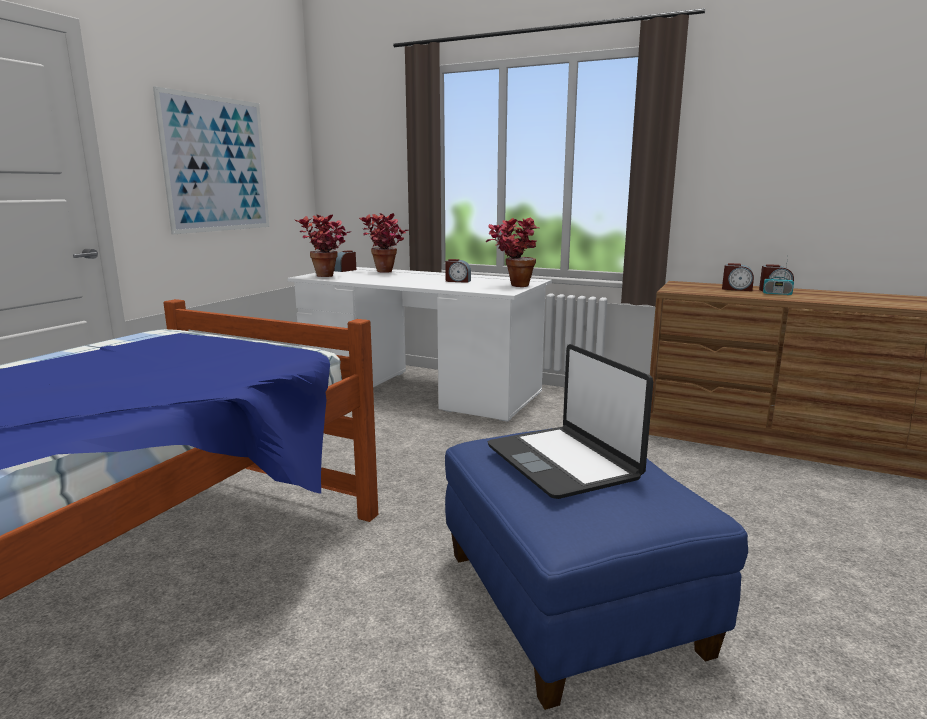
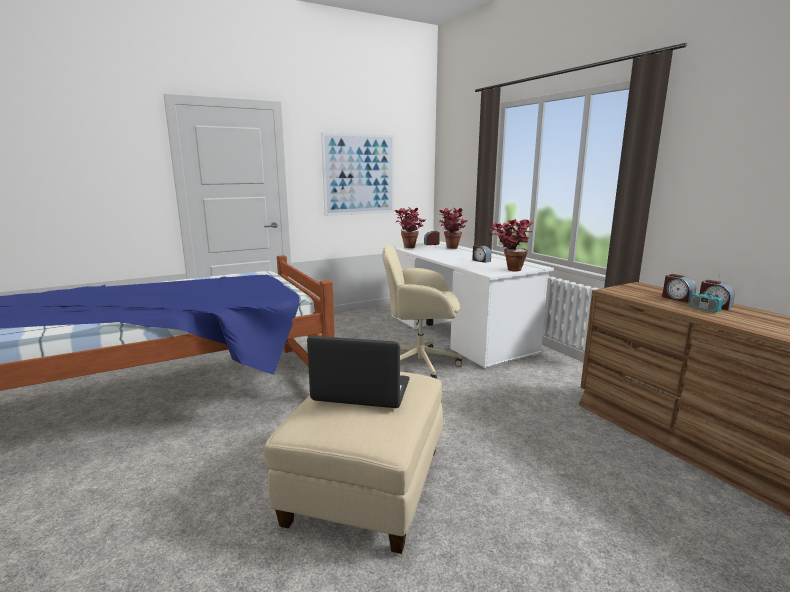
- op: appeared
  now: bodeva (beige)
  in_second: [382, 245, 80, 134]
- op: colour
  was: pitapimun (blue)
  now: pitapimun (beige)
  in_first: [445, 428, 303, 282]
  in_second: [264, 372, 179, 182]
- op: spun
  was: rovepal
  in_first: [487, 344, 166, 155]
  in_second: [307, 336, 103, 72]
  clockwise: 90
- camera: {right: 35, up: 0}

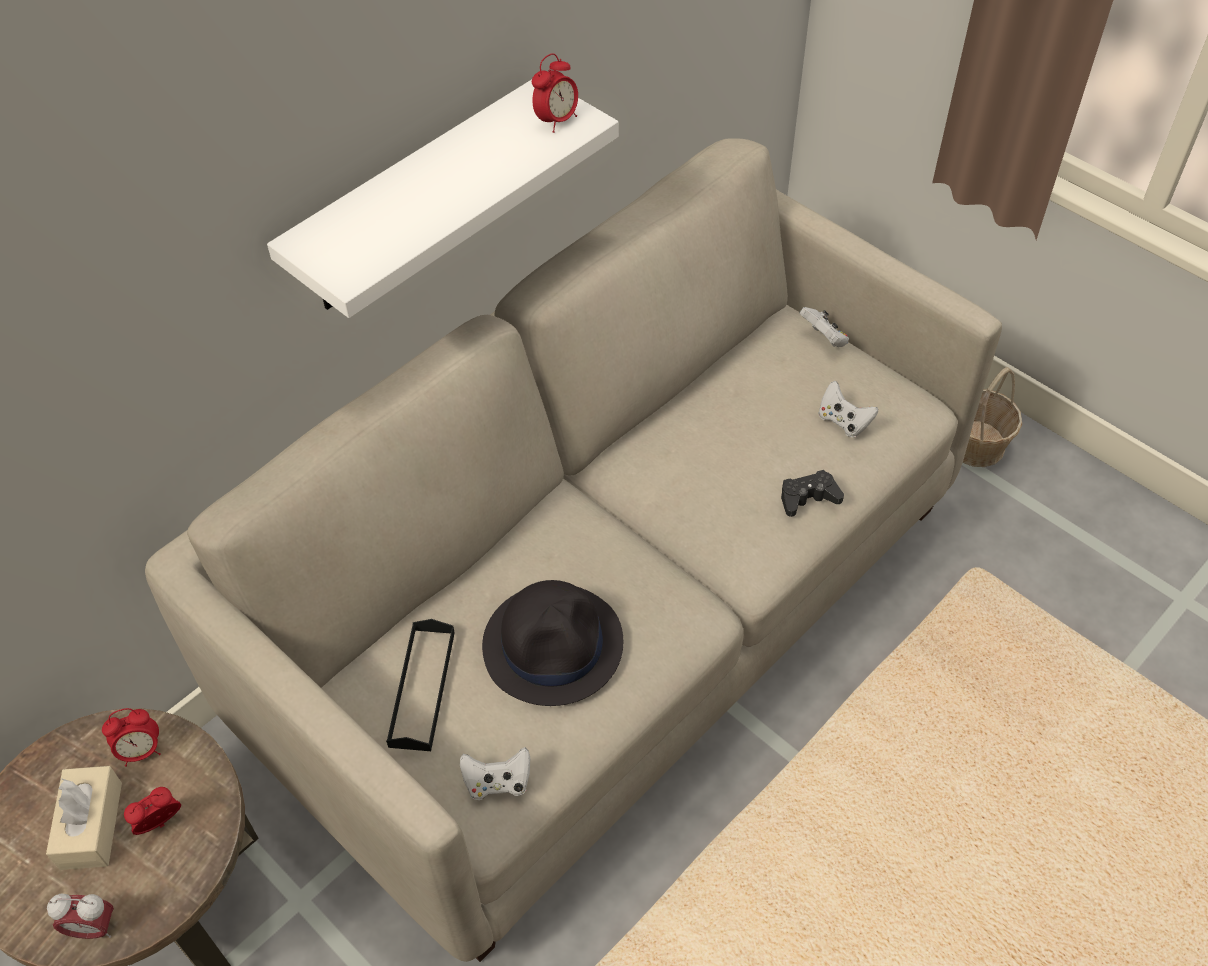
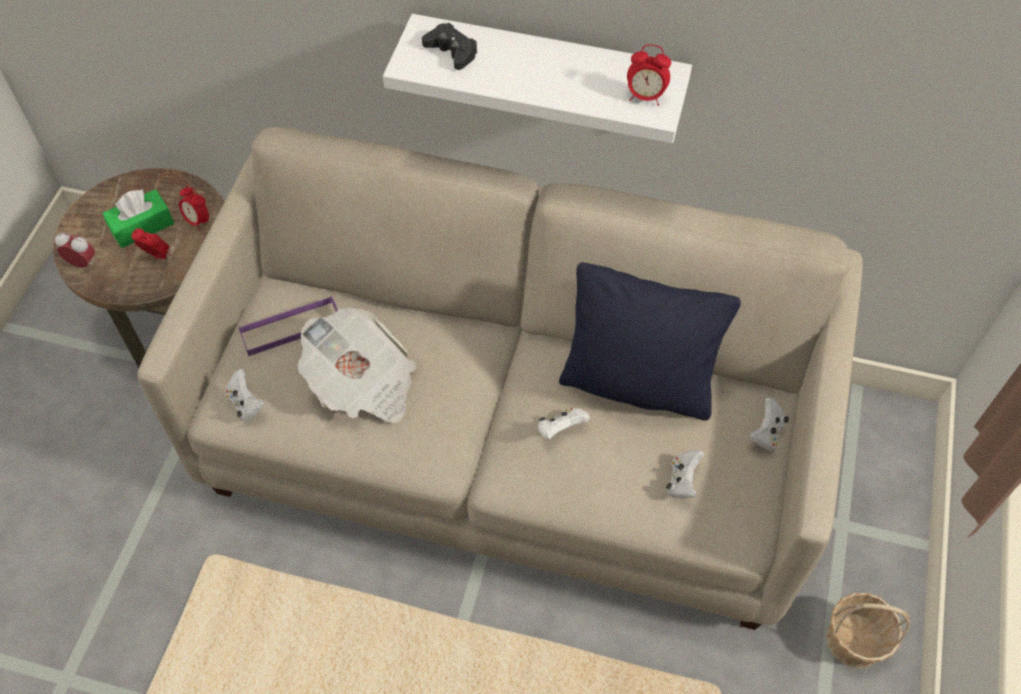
- op: appeared
  now: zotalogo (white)
  in_second: [538, 408, 52, 31]
- op: appeared
  now: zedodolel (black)
  in_second: [559, 262, 182, 159]
- op: relocated
  was: zotalogo (black)
  in_first: [781, 470, 63, 47]
  in_second: [422, 23, 56, 47]
- op: exchanged
  was: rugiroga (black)
  now: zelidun
  in_first: [482, 580, 141, 126]
  in_second: [297, 308, 119, 116]
- op: colour
  was: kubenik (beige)
  now: kubenik (green)
  in_first: [46, 766, 76, 104]
  in_second: [102, 189, 72, 59]
- op: colour
  was: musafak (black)
  now: musafak (purple)
  in_first: [386, 619, 69, 132]
  in_second: [238, 296, 100, 60]
- op: spun
  was: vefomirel
  in_first: [47, 894, 67, 45]
  in_second: [55, 233, 42, 35]
  clockwise: 135
- camera: {right: 60, up: 5}

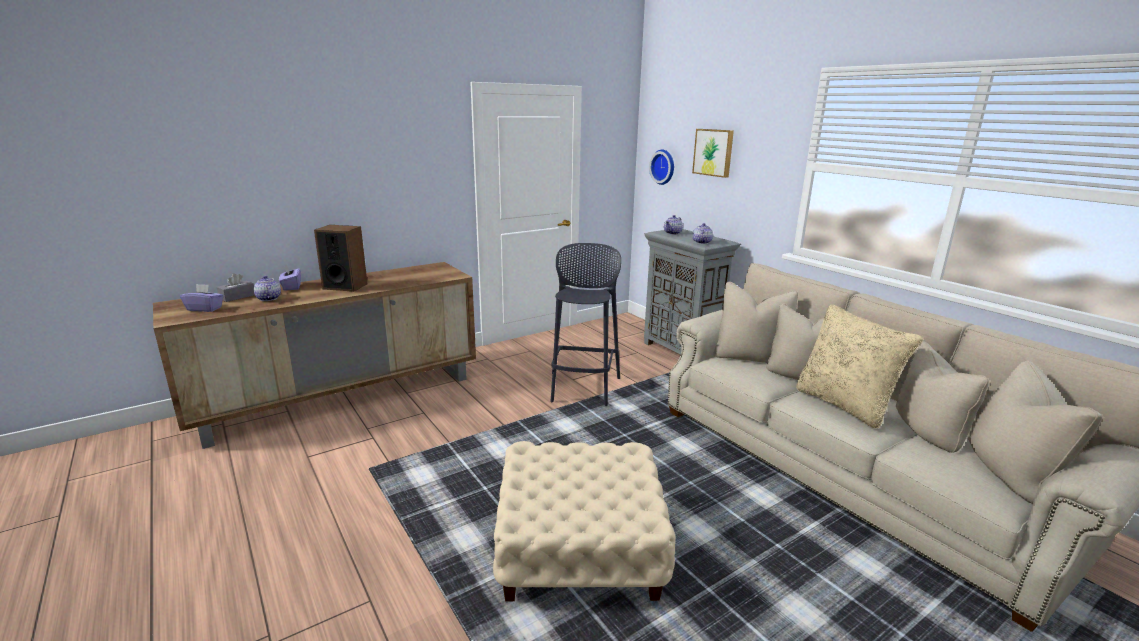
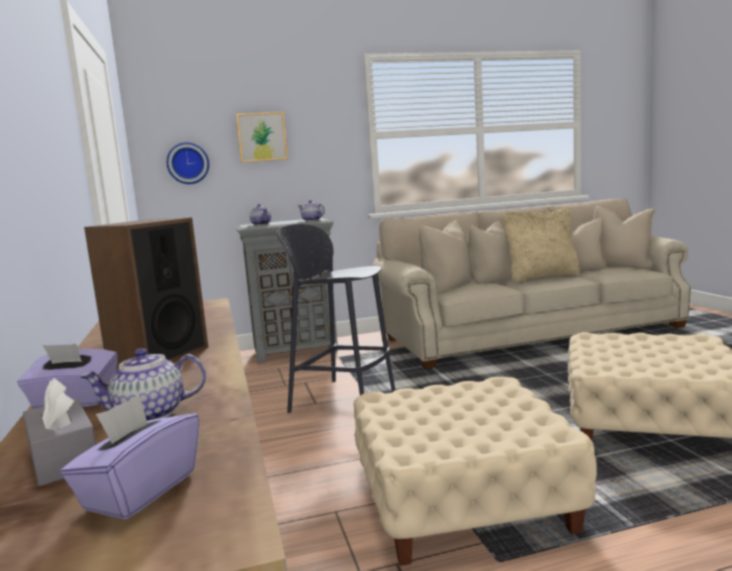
- op: appeared
  now: pitapimun (beige)
  in_second: [354, 377, 243, 189]
- camera: {right: -70, up: -10}

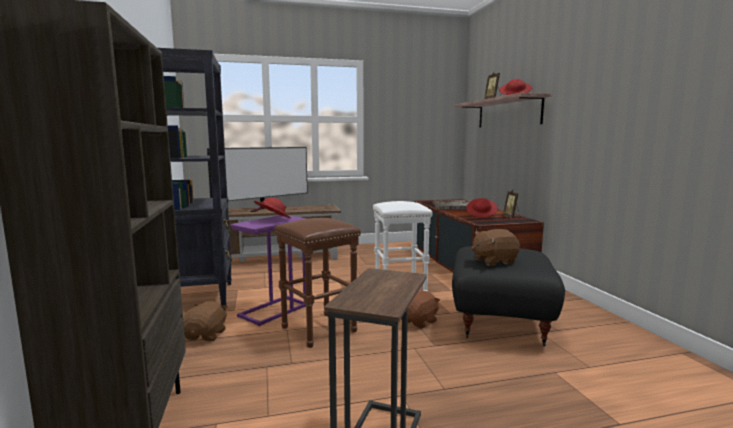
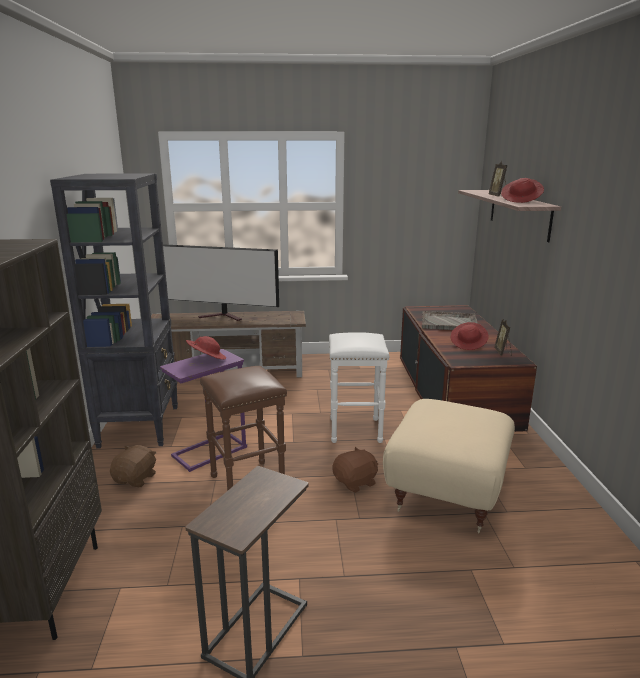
- op: missing
  was: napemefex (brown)
  in_first: [471, 229, 49, 37]
- op: colour
  was: pitapimun (black)
  now: pitapimun (beige)
  in_first: [452, 246, 113, 101]
  in_second: [383, 399, 132, 134]
- op: spun
  was: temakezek
  in_first: [207, 147, 101, 65]
  in_second: [163, 244, 116, 77]
  clockwise: 45
- camera: {right: 10, up: 10}

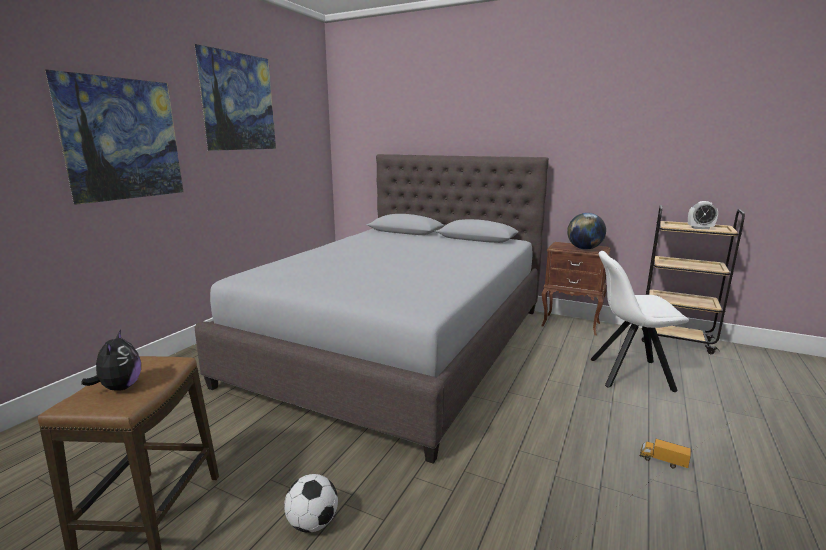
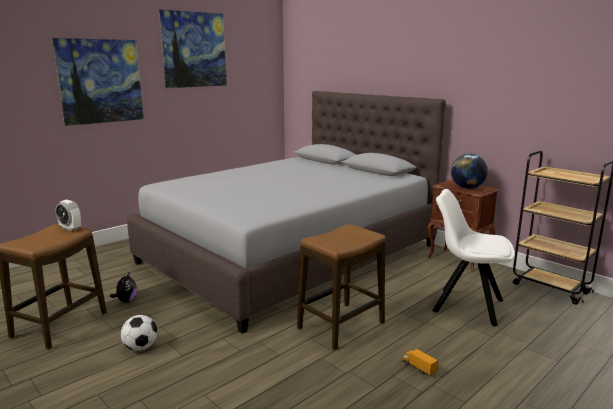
- op: appeared
  now: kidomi
  in_second: [297, 224, 88, 126]
- op: relocated
  was: napemefex
  in_first: [81, 329, 60, 62]
  in_second: [110, 271, 27, 32]
- op: relocated
  was: vefomirel
  in_first: [688, 201, 30, 28]
  in_second: [55, 200, 26, 31]
- camera: {right: 20, up: 0}

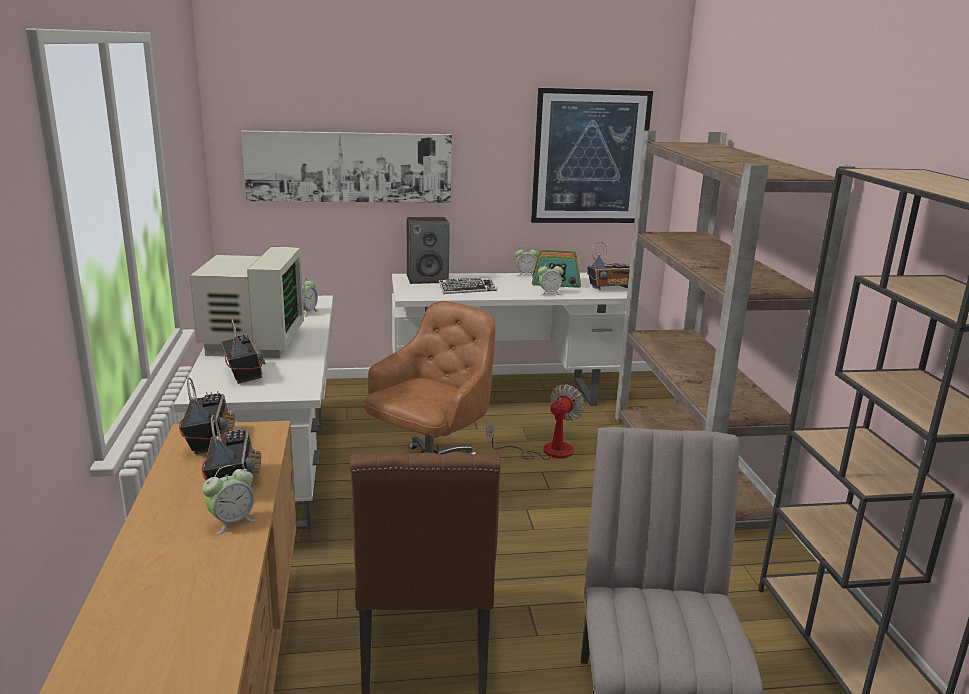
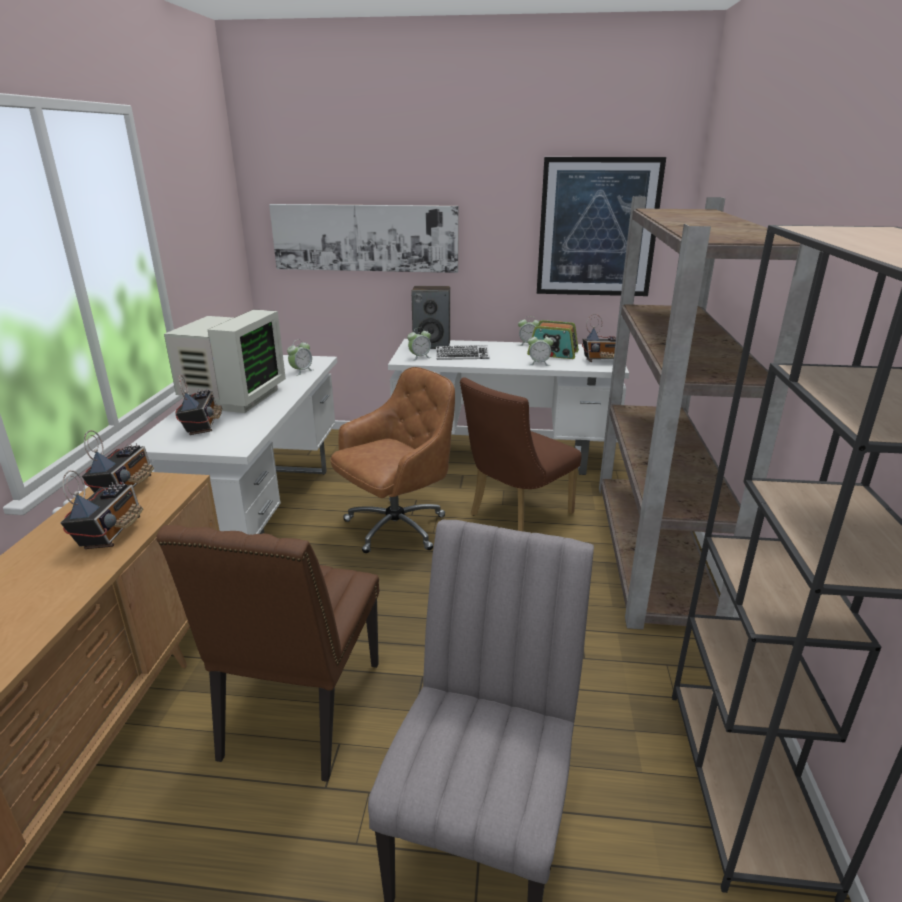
- op: relocated
  was: vefomirel
  in_first: [202, 465, 55, 70]
  in_second: [407, 327, 24, 34]
- op: exchanged
  was: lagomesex
  now: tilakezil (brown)
  in_first: [486, 385, 99, 75]
  in_second: [460, 377, 122, 154]
- camera: {right: 15, up: 5}

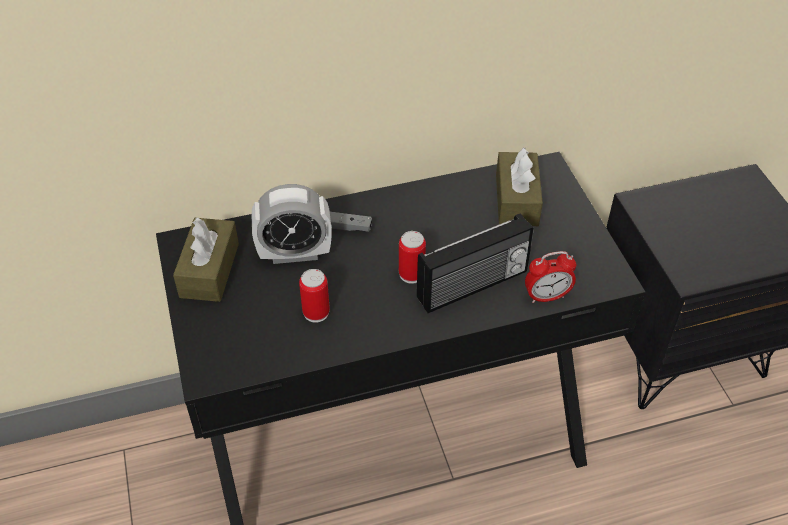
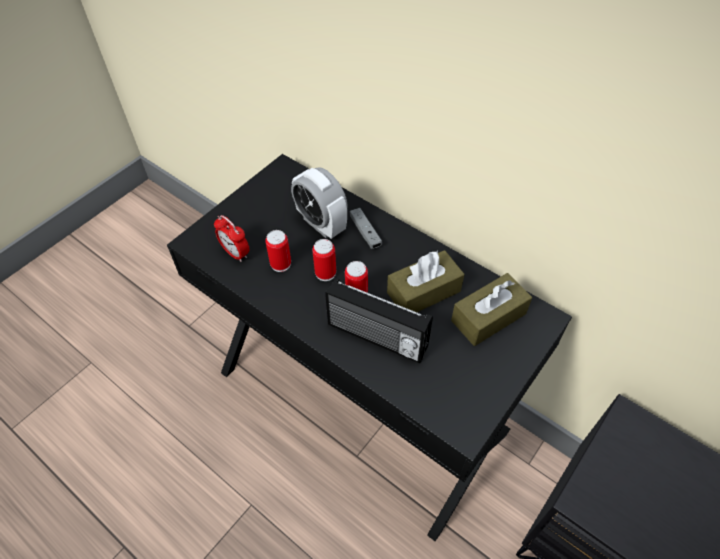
- op: appeared
  now: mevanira
  in_second: [312, 239, 24, 42]
- op: relocated
  was: kubenik (brown)
  in_first: [173, 217, 66, 85]
  in_second: [387, 250, 78, 62]
- op: relocated
  was: vefomirel
  in_first: [525, 251, 51, 52]
  in_second: [214, 215, 35, 47]
- camera: {right: 55, up: 5}

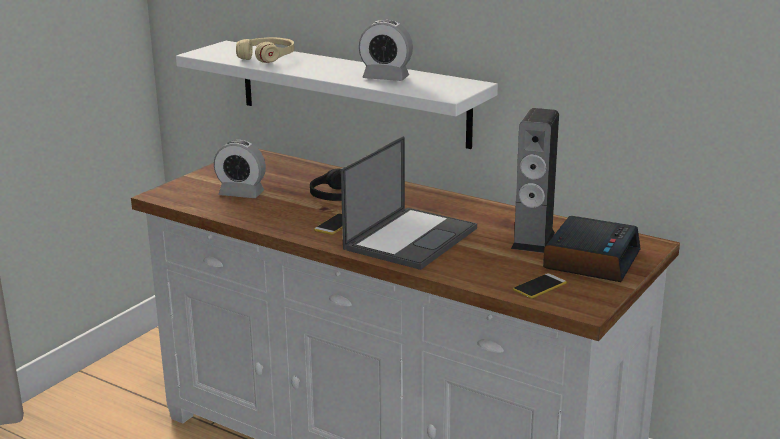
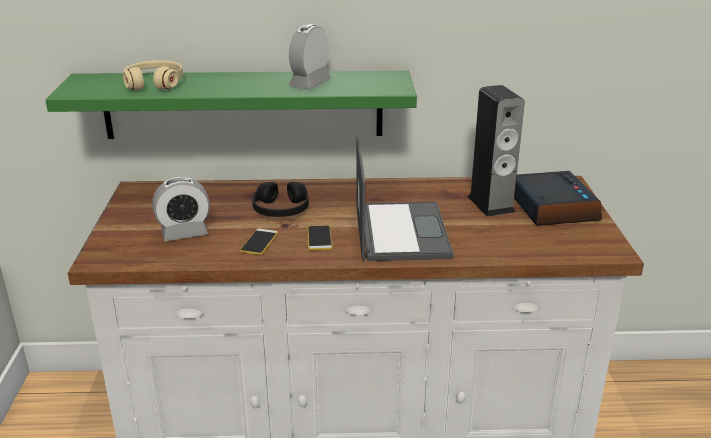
- op: relocated
  was: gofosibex
  in_first: [513, 273, 54, 26]
  in_second: [240, 228, 38, 27]
- op: colour
  was: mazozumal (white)
  now: mazozumal (green)
  in_first: [176, 41, 322, 108]
  in_second: [45, 71, 372, 68]
- op: spun
  was: vefomirel
  in_first: [359, 20, 54, 61]
  in_second: [289, 24, 42, 65]
  clockwise: 135
- camera: {right: -35, up: 5}

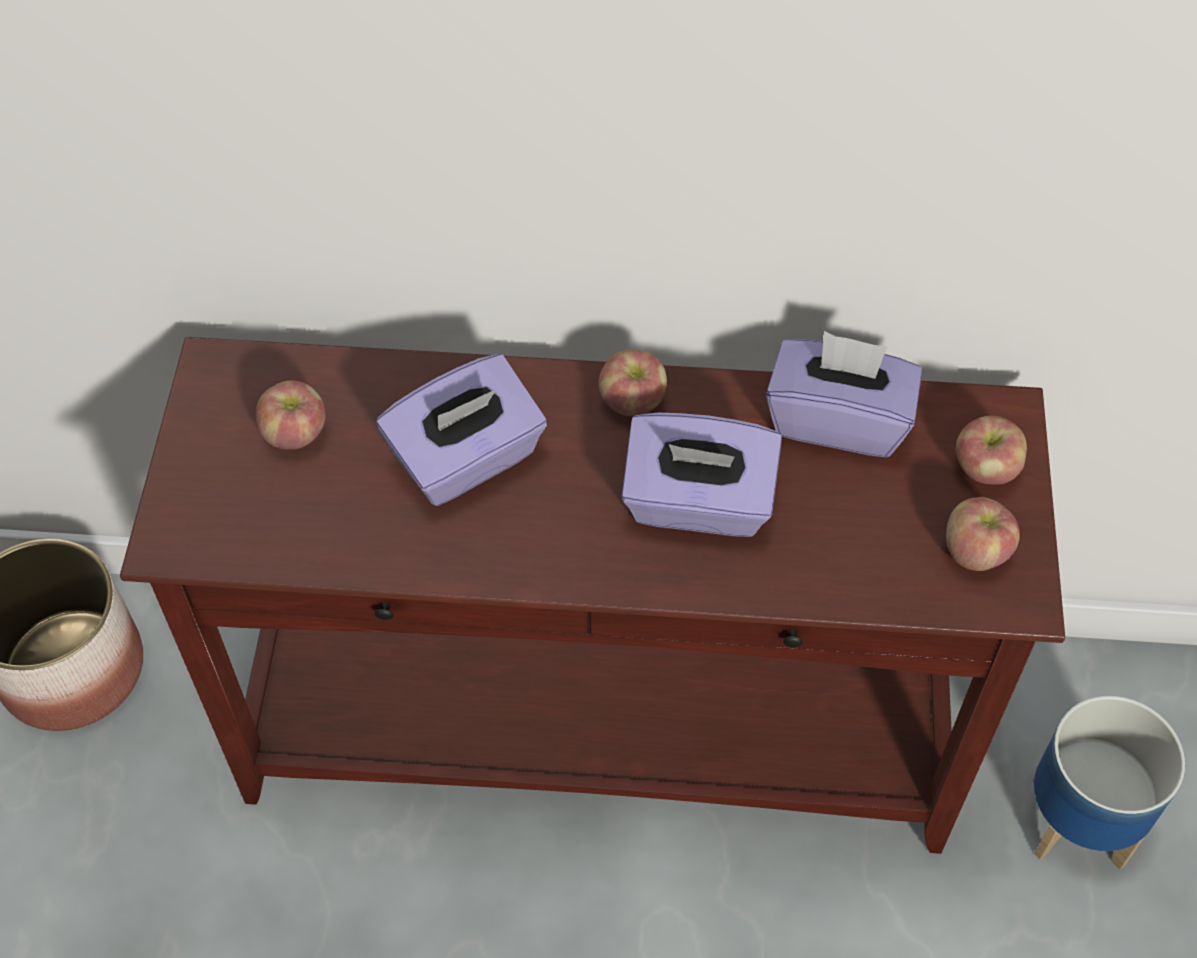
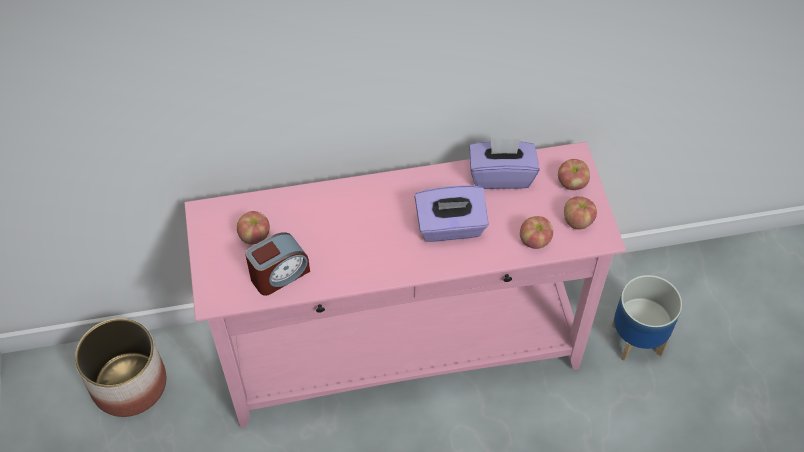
- op: missing
  was: kubenik (purple)
  in_first: [376, 354, 171, 152]
- op: appeared
  now: vefomirel
  in_second: [245, 232, 65, 64]
- op: relocated
  was: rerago
  in_first: [598, 350, 69, 66]
  in_second: [520, 216, 33, 33]
- op: colour
  was: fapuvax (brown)
  now: fapuvax (pink)
  in_first: [120, 337, 945, 517]
  in_second: [184, 142, 442, 286]
- camera: {right: -15, up: 0}

